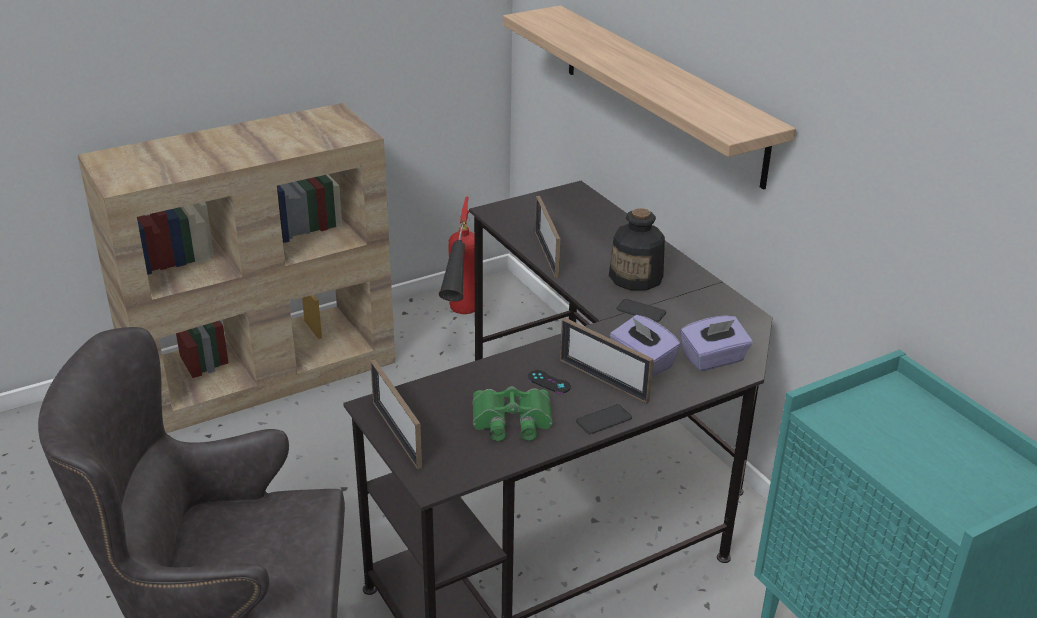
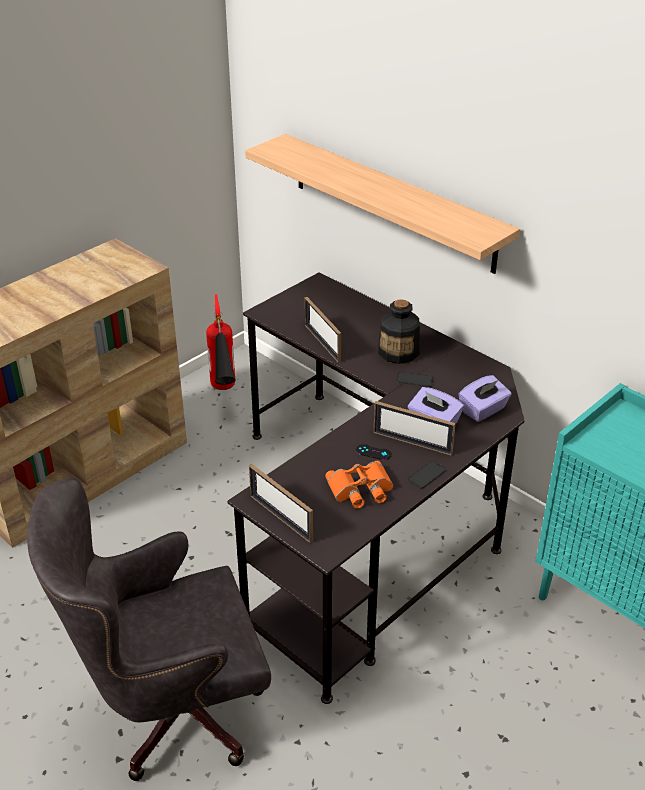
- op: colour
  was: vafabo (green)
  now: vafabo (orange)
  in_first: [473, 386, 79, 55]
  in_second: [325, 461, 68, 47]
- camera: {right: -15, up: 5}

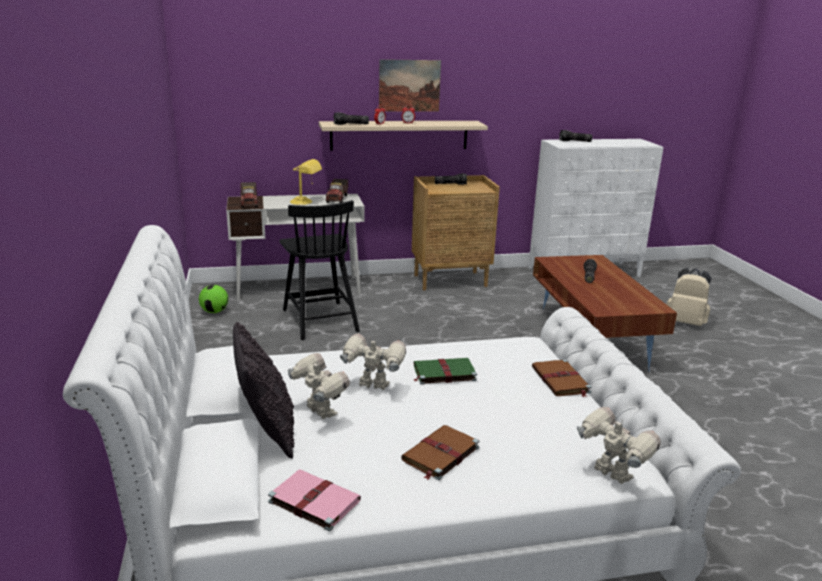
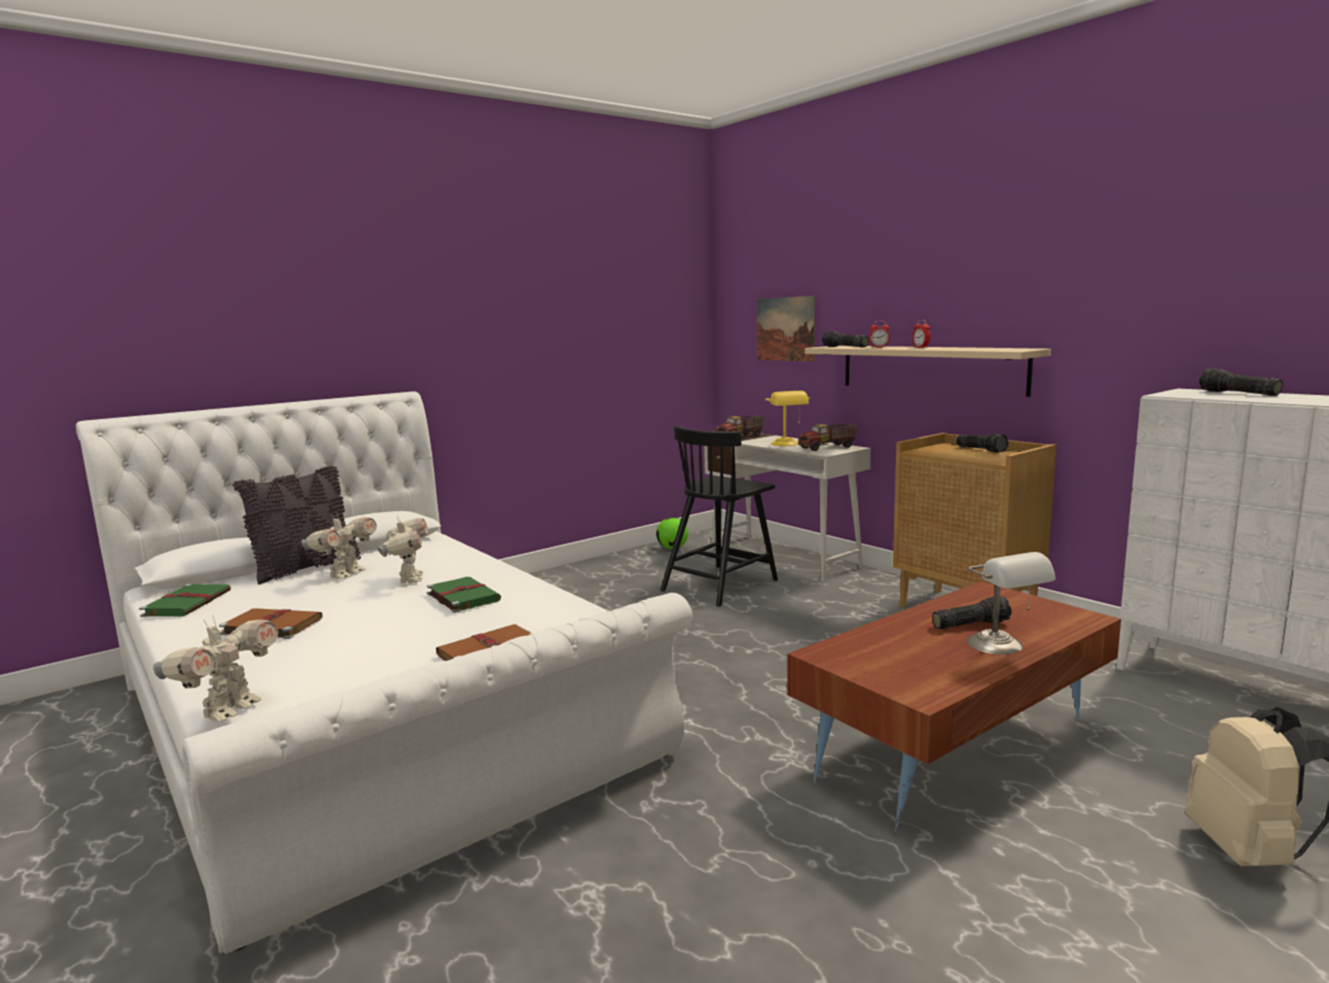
- op: appeared
  now: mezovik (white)
  in_second: [967, 552, 89, 103]
- op: relocated
  was: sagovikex
  in_first: [379, 59, 62, 53]
  in_second: [757, 296, 59, 66]
- op: colour
  was: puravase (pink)
  now: puravase (green)
  in_first: [268, 469, 93, 62]
  in_second: [139, 584, 92, 33]
- camera: {right: 65, up: -10}

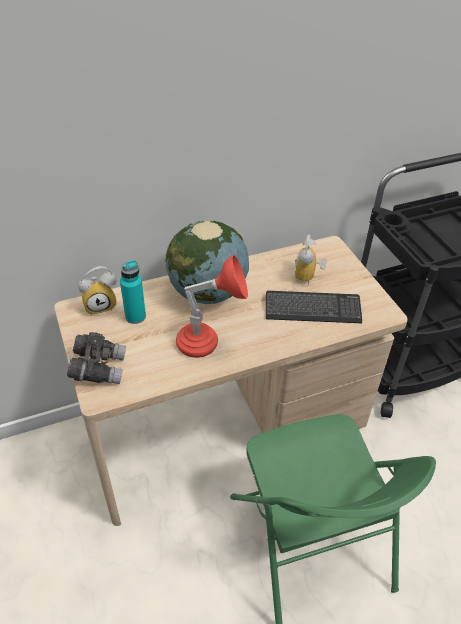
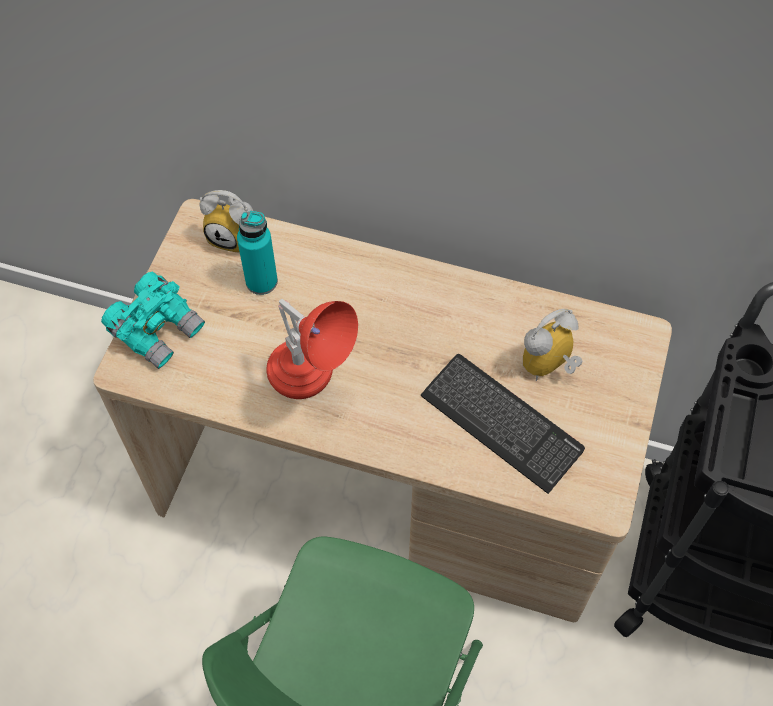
- op: missing
  was: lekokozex
  in_first: [165, 220, 84, 84]
- op: colour
  was: vafabo (grey)
  now: vafabo (turquoise)
  in_first: [67, 332, 59, 52]
  in_second: [101, 272, 104, 97]
- camera: {right: 40, up: 15}

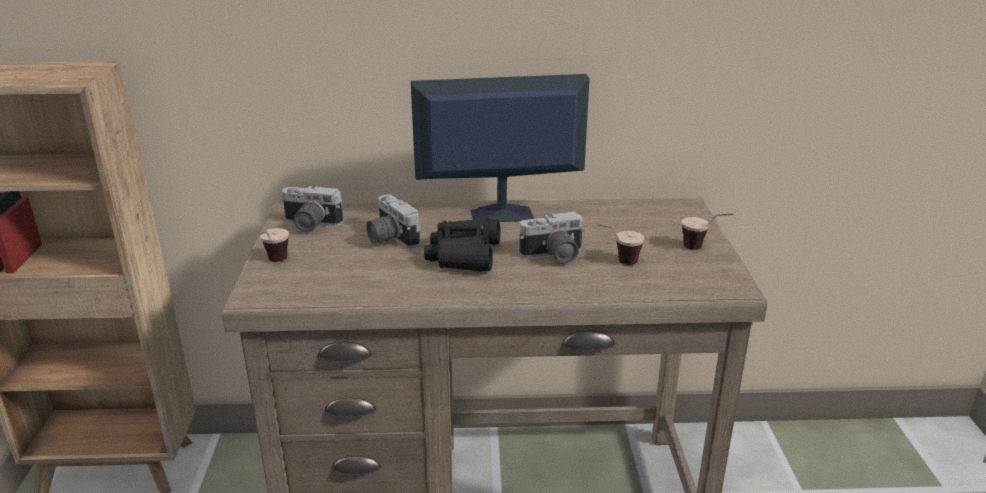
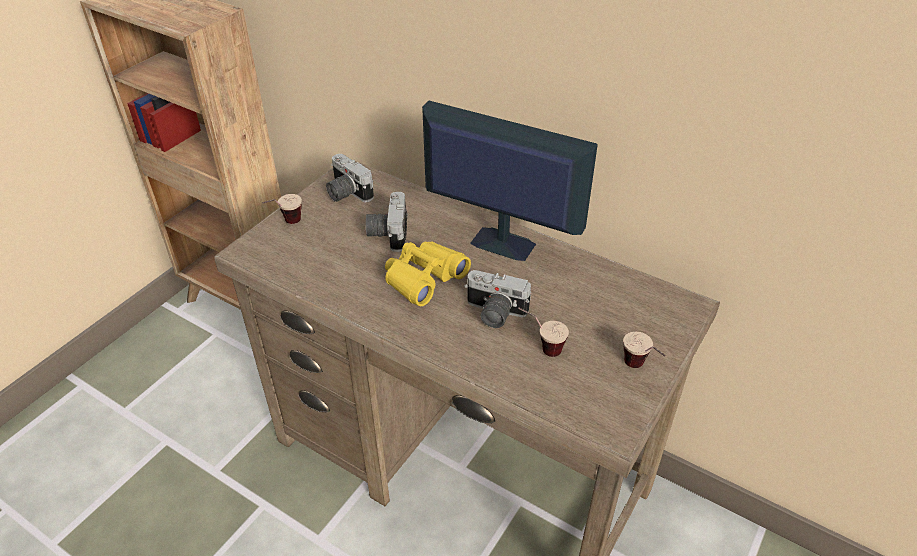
- op: colour
  was: vafabo (black)
  now: vafabo (yellow)
  in_first: [424, 218, 76, 54]
  in_second: [385, 242, 86, 64]
- camera: {right: 35, up: 15}

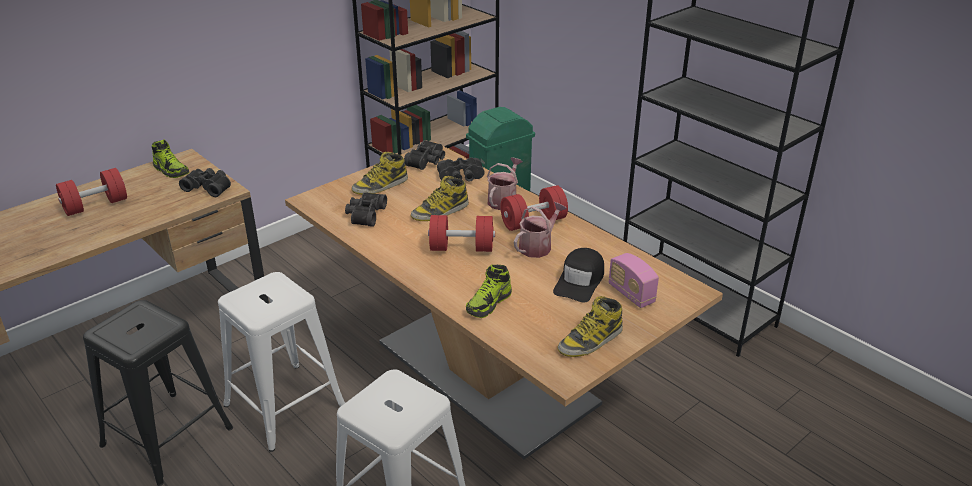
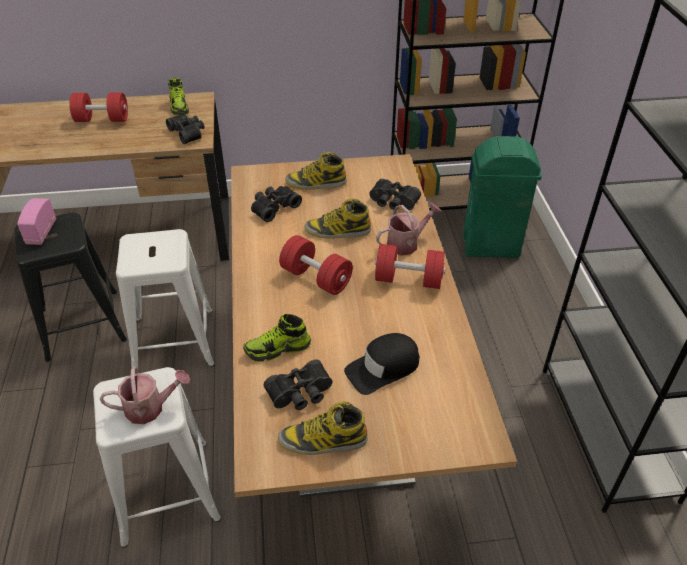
- op: relocated
  was: vafabo (black)
  in_first: [404, 140, 41, 30]
  in_second: [264, 360, 69, 50]
- op: relocated
  was: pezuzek
  in_first: [514, 202, 53, 56]
  in_second: [100, 366, 90, 58]
- op: relocated
  was: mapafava
  in_first: [609, 253, 50, 55]
  in_second: [17, 198, 39, 47]
- camera: {right: 35, up: 10}

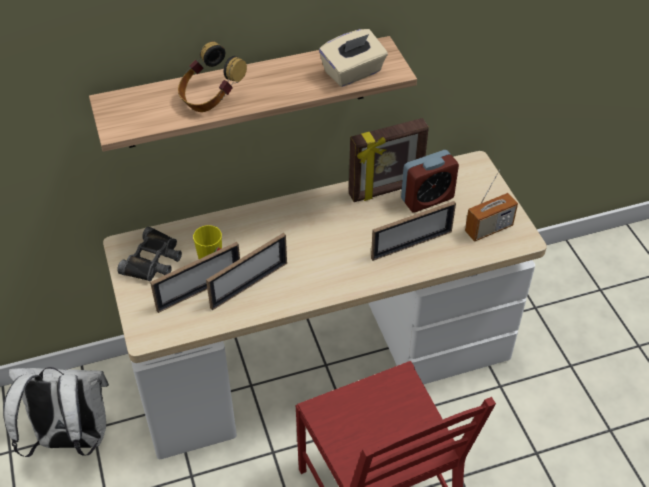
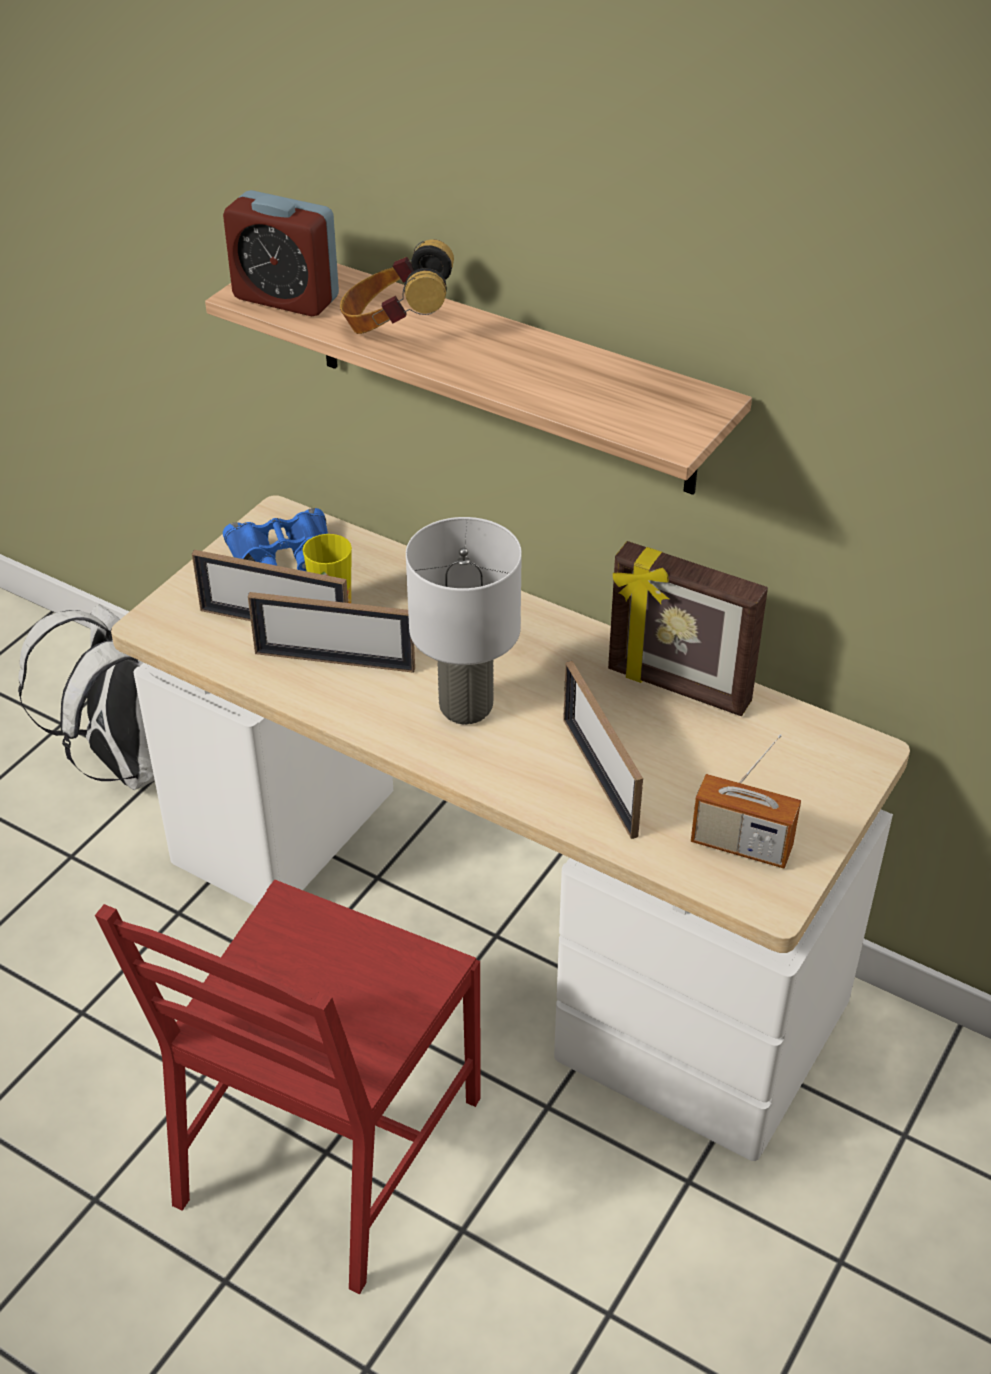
- op: missing
  was: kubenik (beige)
  in_first: [319, 29, 69, 58]
- op: appeared
  now: mezovik (white)
  in_second: [406, 517, 116, 207]
- op: relocated
  was: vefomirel
  in_first: [401, 150, 58, 63]
  in_second: [223, 190, 116, 126]
- op: colour
  was: vafabo (black)
  now: vafabo (blue)
  in_first: [117, 227, 65, 54]
  in_second: [223, 508, 105, 63]
- op: spun
  was: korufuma
  in_first: [371, 201, 85, 60]
  in_second: [563, 661, 80, 178]
  clockwise: 45
- camera: {right: 50, up: -5}

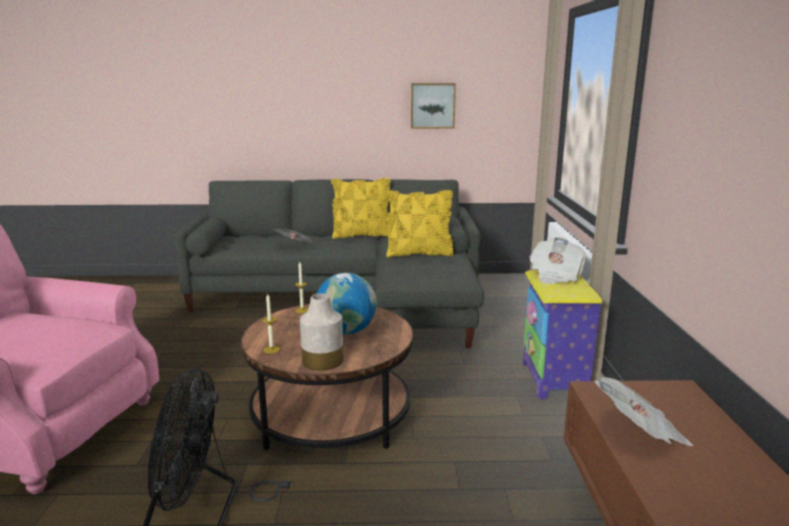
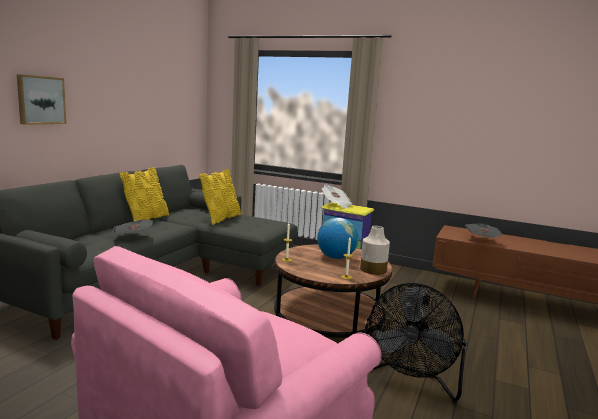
- op: relocated
  was: sagovikex
  in_first: [411, 83, 45, 46]
  in_second: [17, 74, 49, 50]
- camera: {right: -65, up: -5}

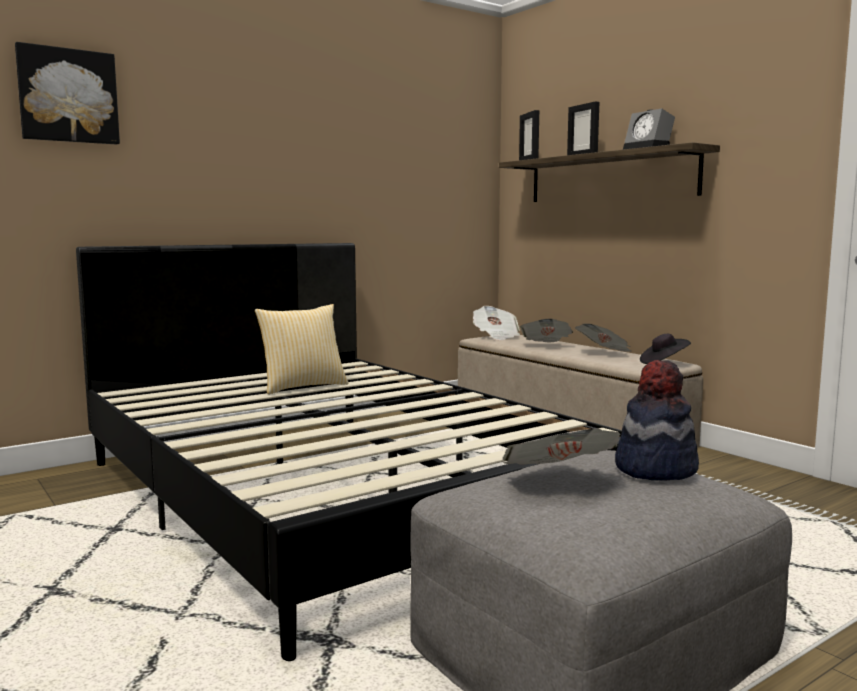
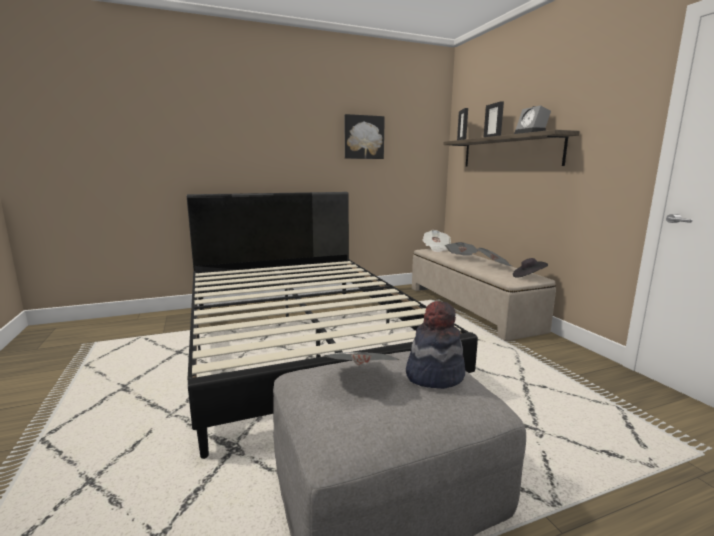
- op: missing
  was: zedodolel
  in_first: [255, 304, 94, 90]
- op: relocated
  was: sagovikex
  in_first: [15, 42, 105, 103]
  in_second: [345, 114, 40, 45]
- camera: {right: 15, up: 5}

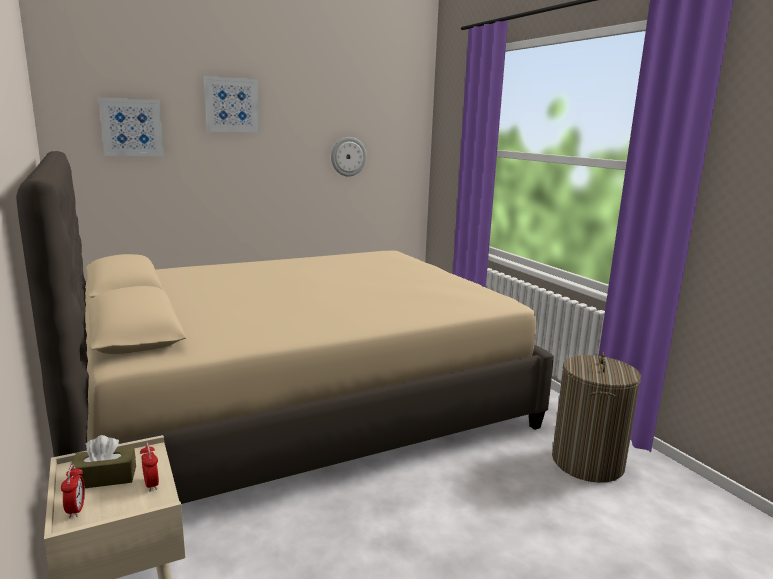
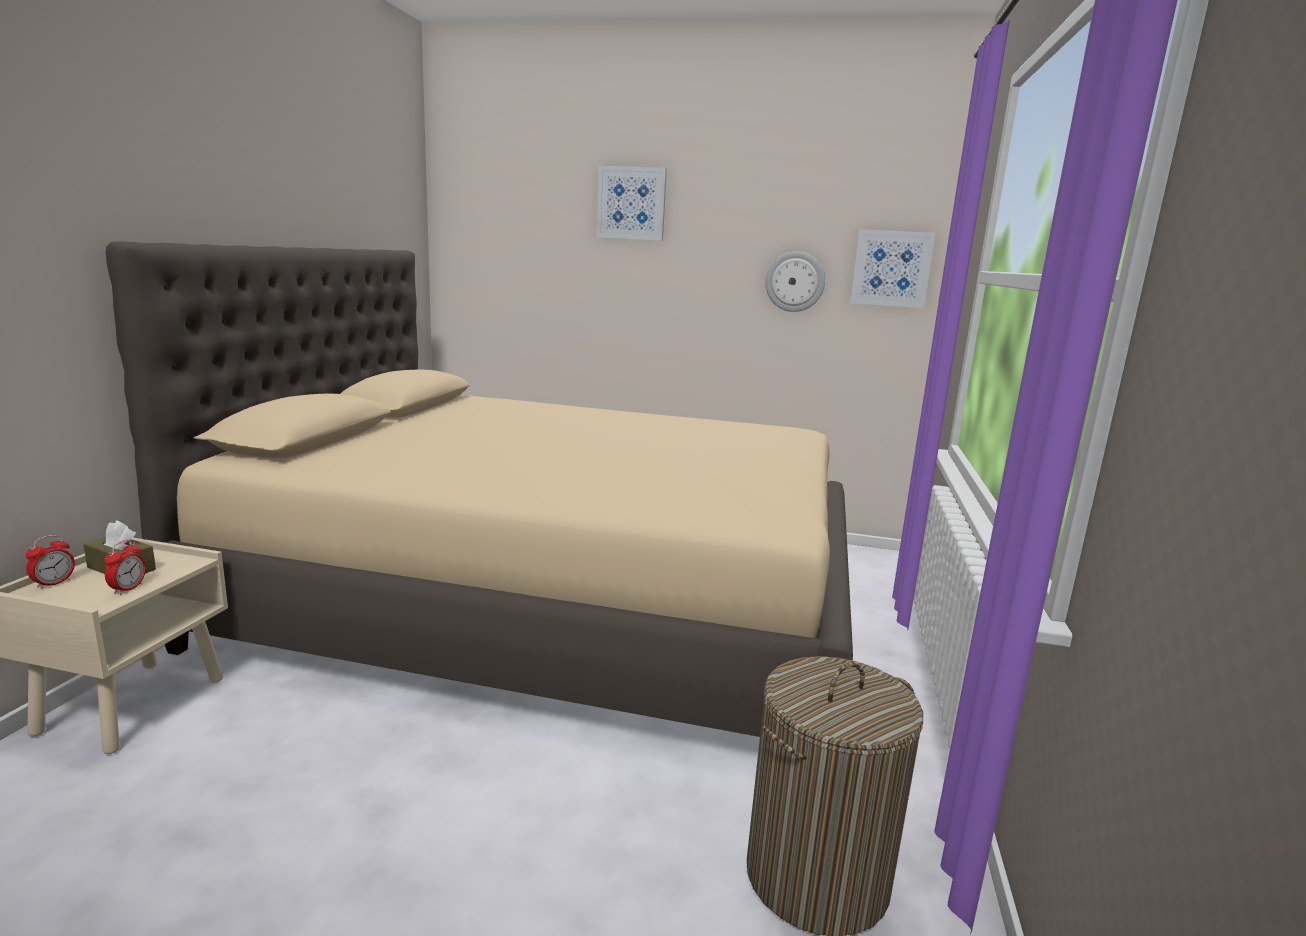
- op: relocated
  was: sagovikex
  in_first: [99, 98, 65, 58]
  in_second: [850, 229, 85, 79]
- camera: {right: 40, up: 0}

